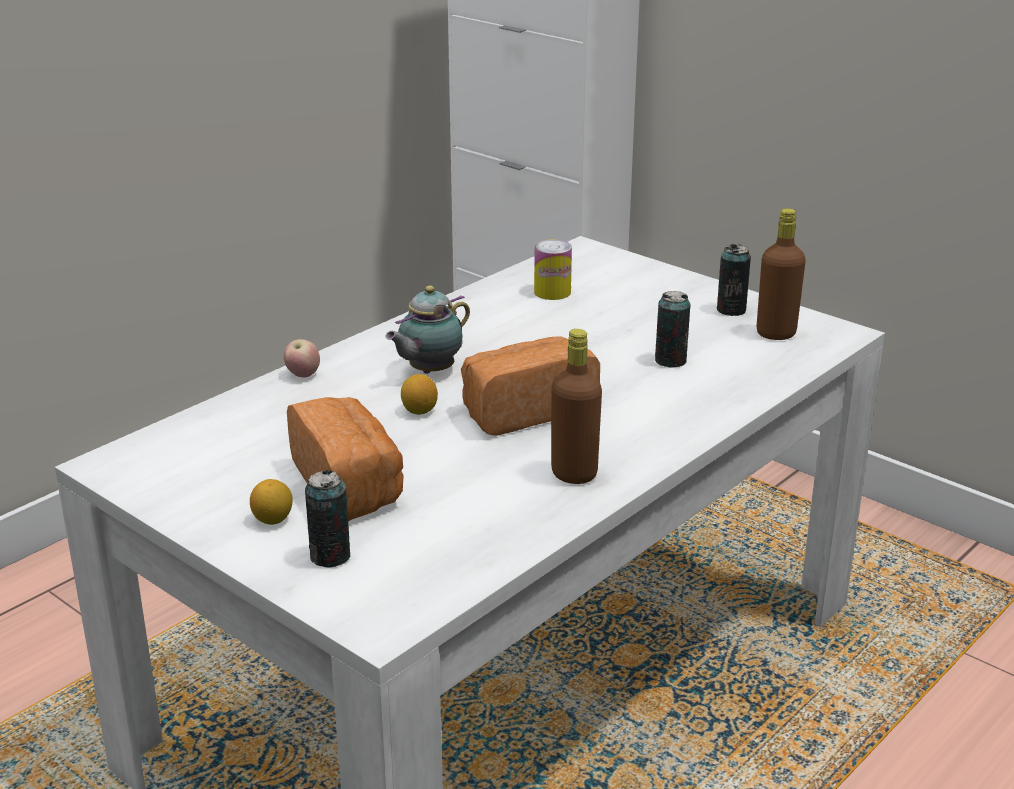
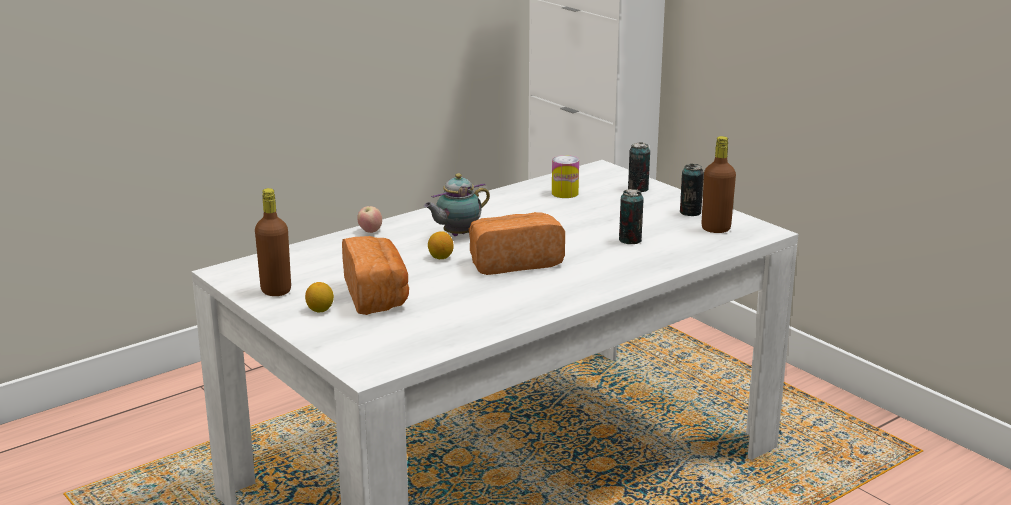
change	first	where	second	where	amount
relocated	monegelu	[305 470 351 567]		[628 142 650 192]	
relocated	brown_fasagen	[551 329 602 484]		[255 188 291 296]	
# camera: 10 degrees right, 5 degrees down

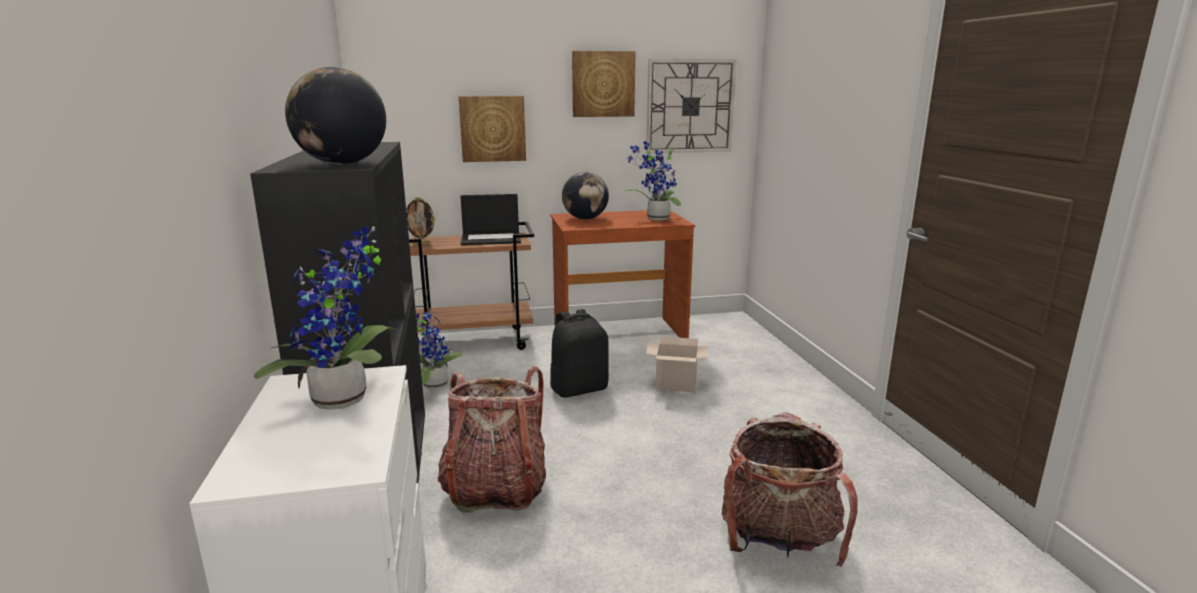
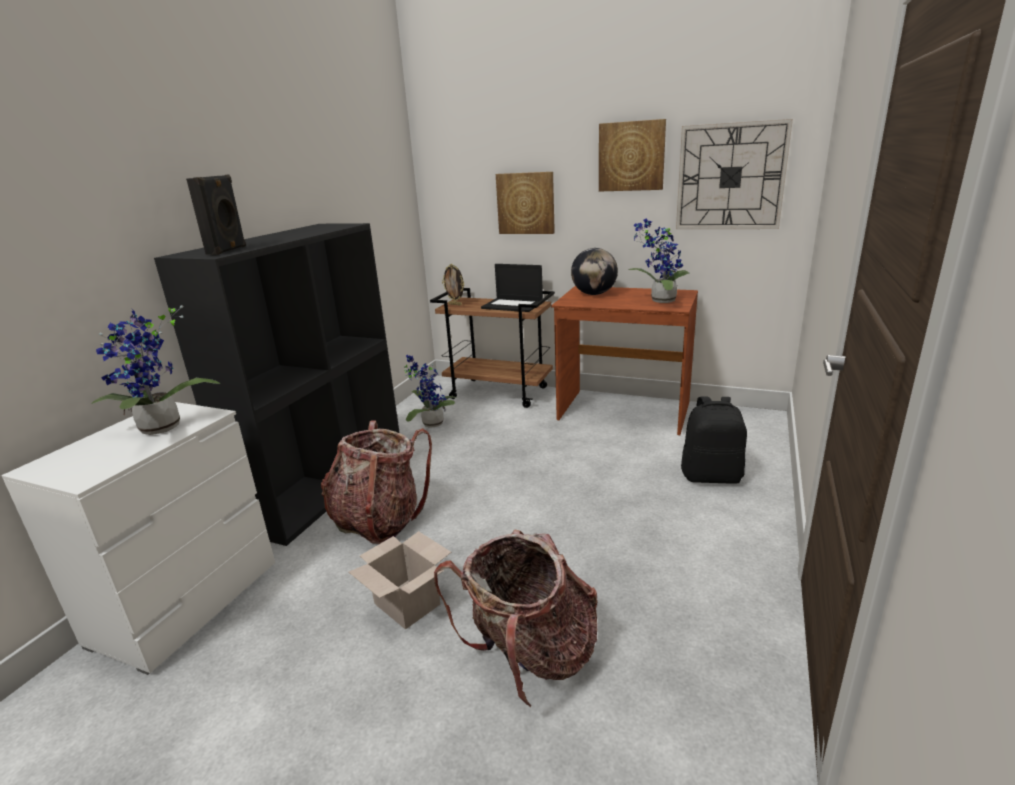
change	first	where	second	where	amount
relocated	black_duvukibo	[550 309 609 398]		[681 396 747 484]	
relocated	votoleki	[646 336 708 393]		[349 531 451 630]	
exchanged	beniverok	[285 67 386 164]	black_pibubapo	[186 175 246 255]	
# camera: 35 degrees right, 5 degrees up

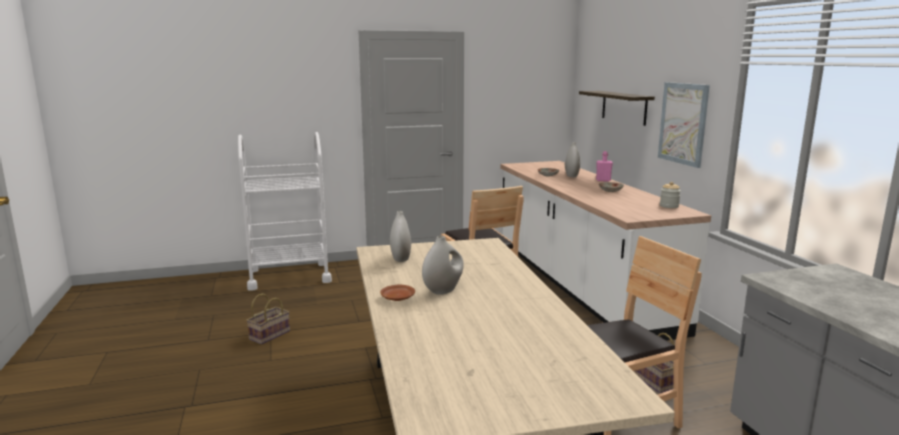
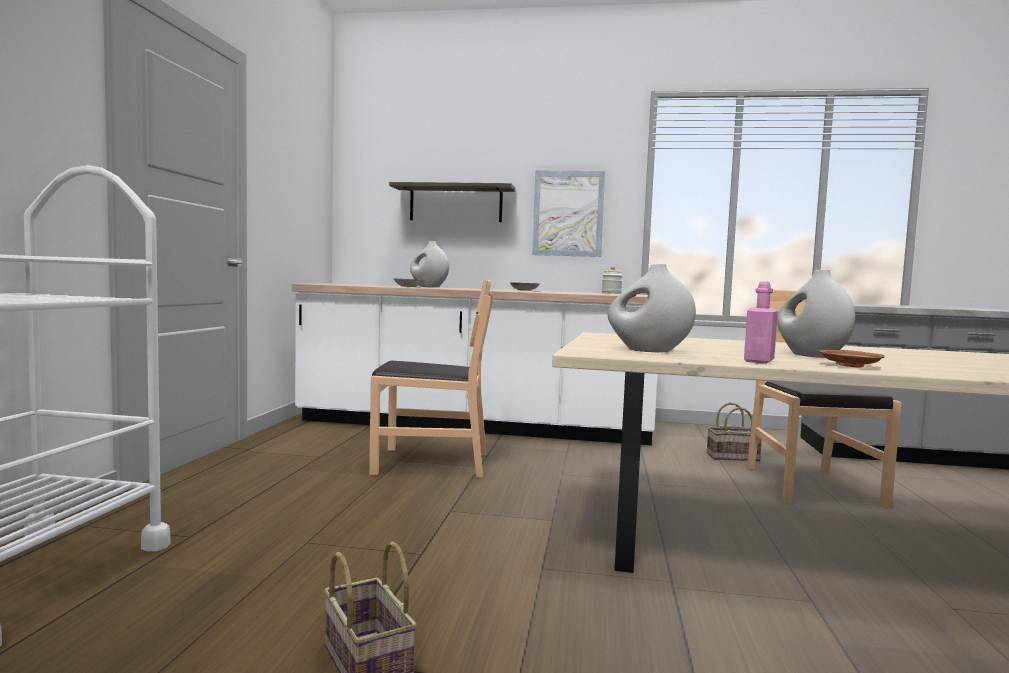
change	first	where	second	where	amount
relocated	pink_fasagen	[596 151 613 181]		[744 281 778 364]	
# camera: 65 degrees left, 10 degrees down

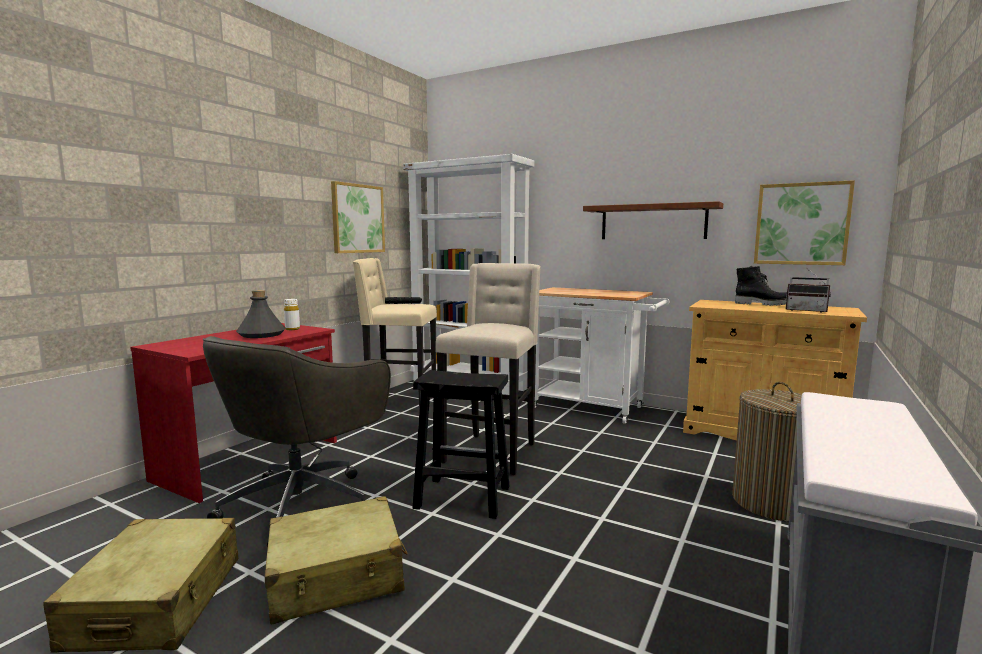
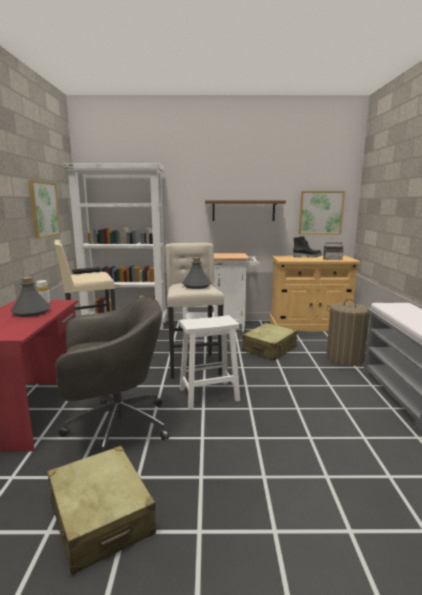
change	first	where	second	where	amount
appeared			grey_fasagen	[182 257 211 289]	
relocated	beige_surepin	[265 496 408 625]		[242 323 297 361]	
colour	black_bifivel	[413 370 509 519]	white_bifivel	[179 315 240 409]	
spun	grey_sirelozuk	[203 336 391 548]		[55 297 169 452]	105 degrees counterclockwise
# camera: 30 degrees left, 5 degrees up

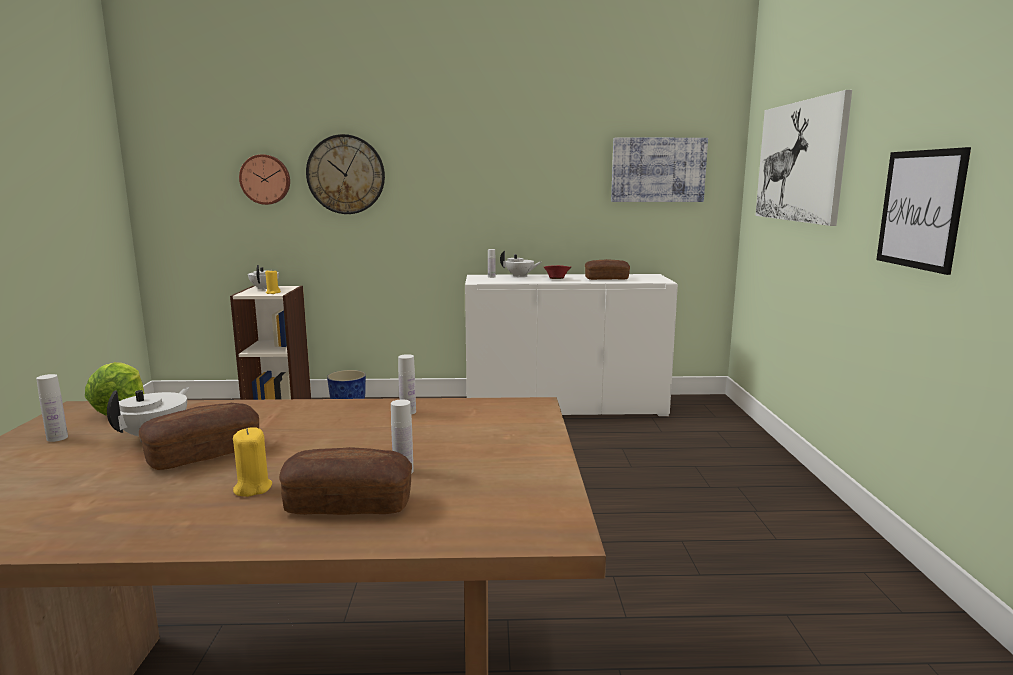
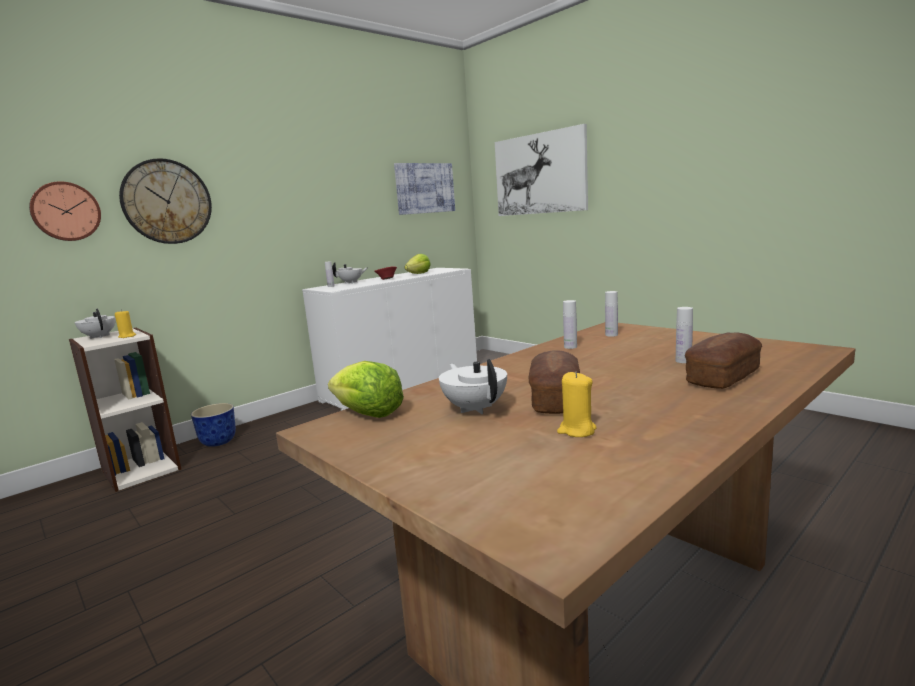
change	first	where	second	where	amount
missing	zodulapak	[876 147 971 275]			
relocated	white_fasagen	[36 374 68 442]		[605 291 618 337]	
relocated	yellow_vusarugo	[233 427 272 497]		[557 372 597 437]	
exchanged	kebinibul	[585 259 630 280]	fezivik	[404 254 431 274]	
# camera: 40 degrees left, 0 degrees up

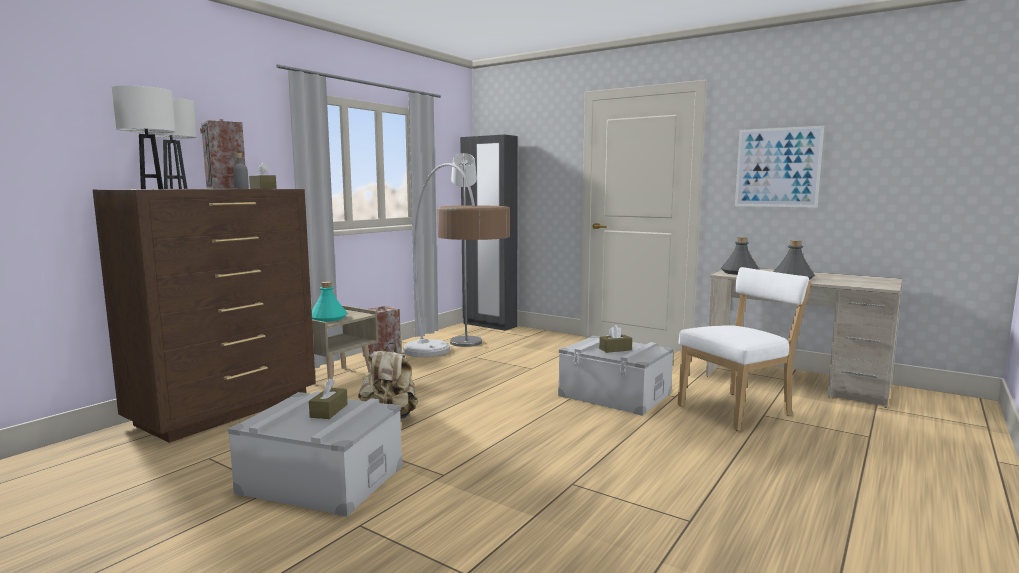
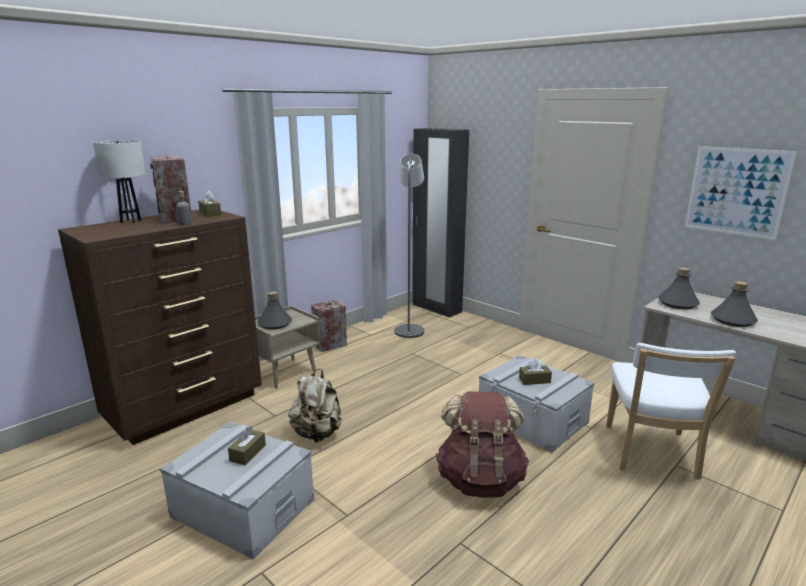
change	first	where	second	where	amount
missing	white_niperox	[111 85 175 189]			
missing	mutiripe	[403 163 510 357]			
appeared			brown_duvukibo	[436 392 529 498]	
colour	turquoise_fasagen	[312 282 348 322]	grey_fasagen	[257 292 292 329]	
spun	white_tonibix	[678 267 811 431]		[606 343 736 480]	120 degrees clockwise
# camera: 10 degrees right, 10 degrees up

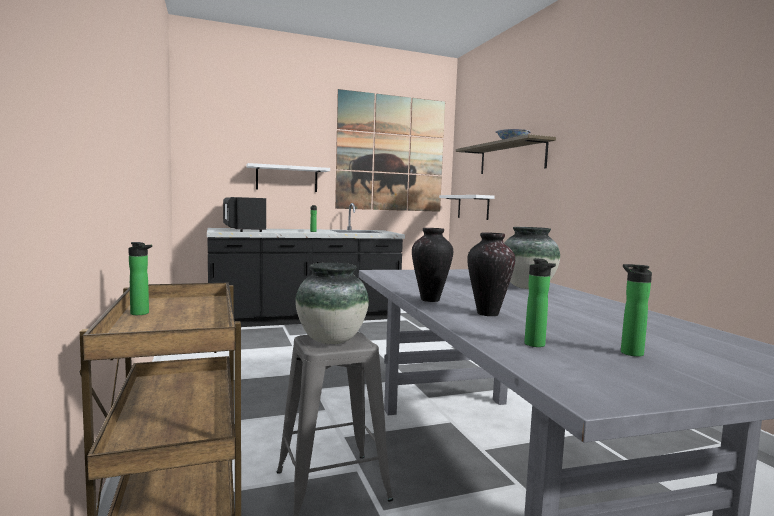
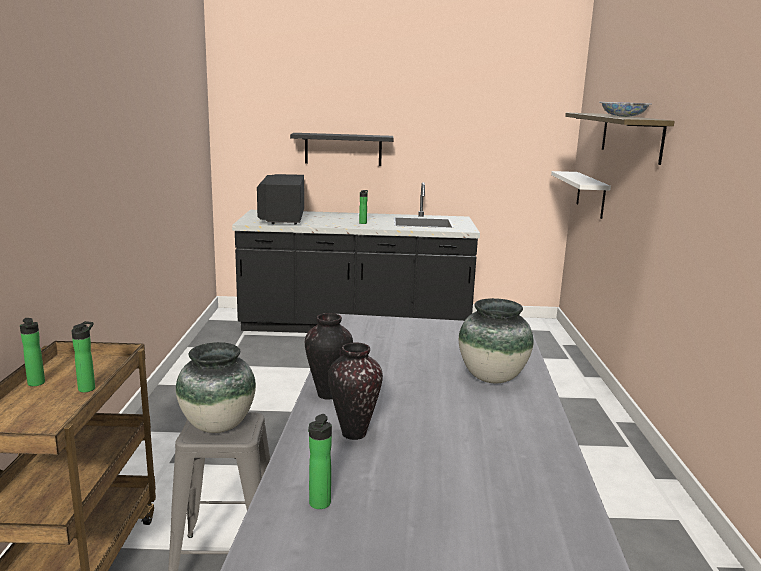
change	first	where	second	where	amount
missing	zodulapak	[335 89 445 212]			
relocated	fasagen	[621 264 652 357]		[72 321 95 392]	
colour	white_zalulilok	[246 163 330 192]	black_zalulilok	[290 133 394 166]	
# camera: 20 degrees right, 10 degrees up

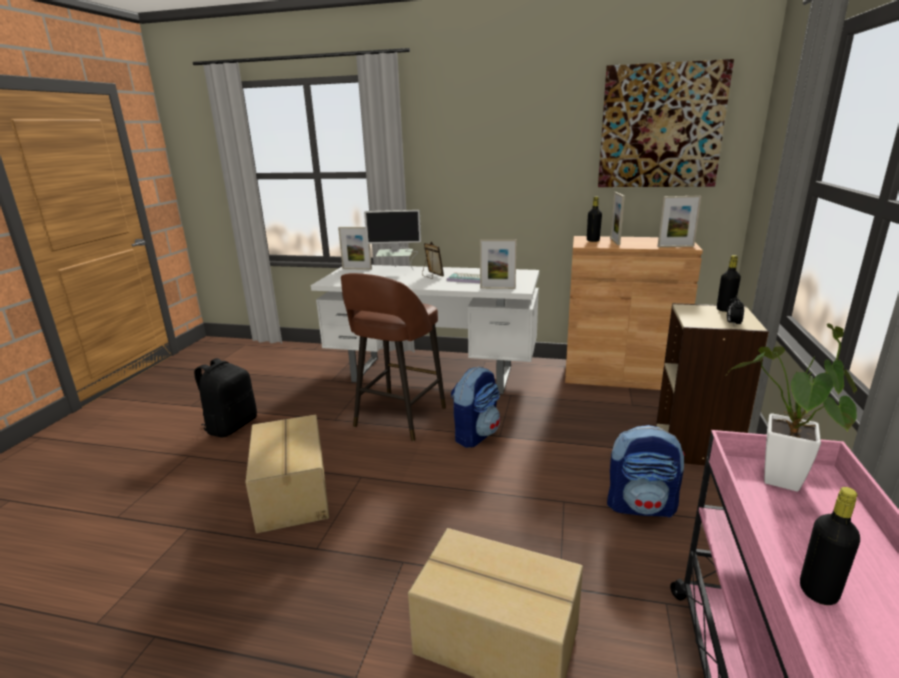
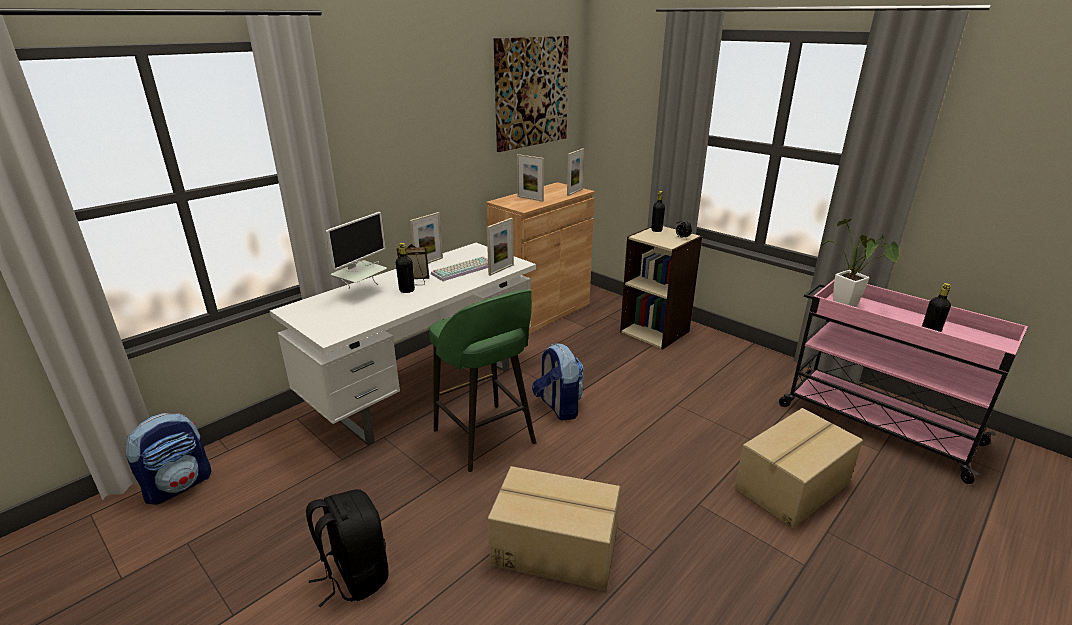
change	first	where	second	where	amount
relocated	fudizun	[338 227 372 270]		[410 212 443 264]	
relocated	black_fasagen	[587 196 602 242]		[396 243 415 293]	
relocated	duvukibo	[607 425 685 518]		[125 413 211 505]	
colour	brown_bifivel	[341 273 446 441]	green_bifivel	[429 289 536 472]	
# camera: 60 degrees left, 5 degrees up

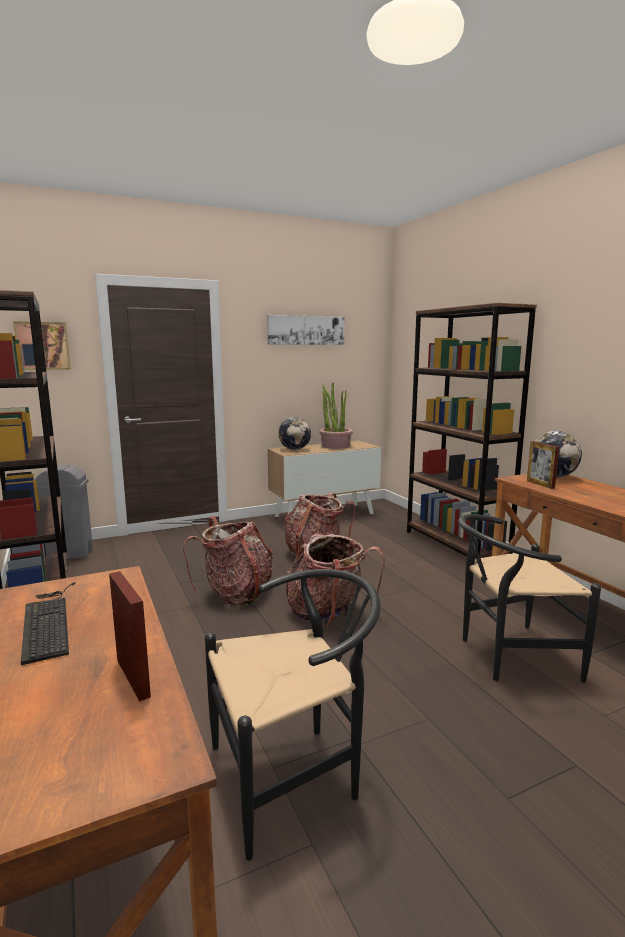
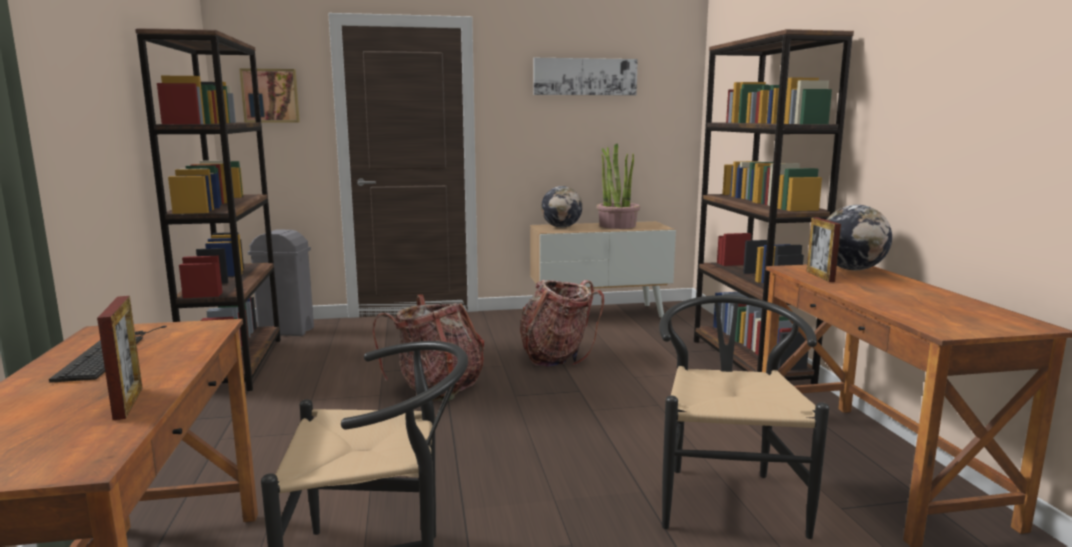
change	first	where	second	where	amount
missing	duvukibo	[285 534 385 628]			
spun	black_tonibix	[458 514 601 683]		[659 295 829 539]	90 degrees clockwise
# camera: 15 degrees right, 0 degrees up

